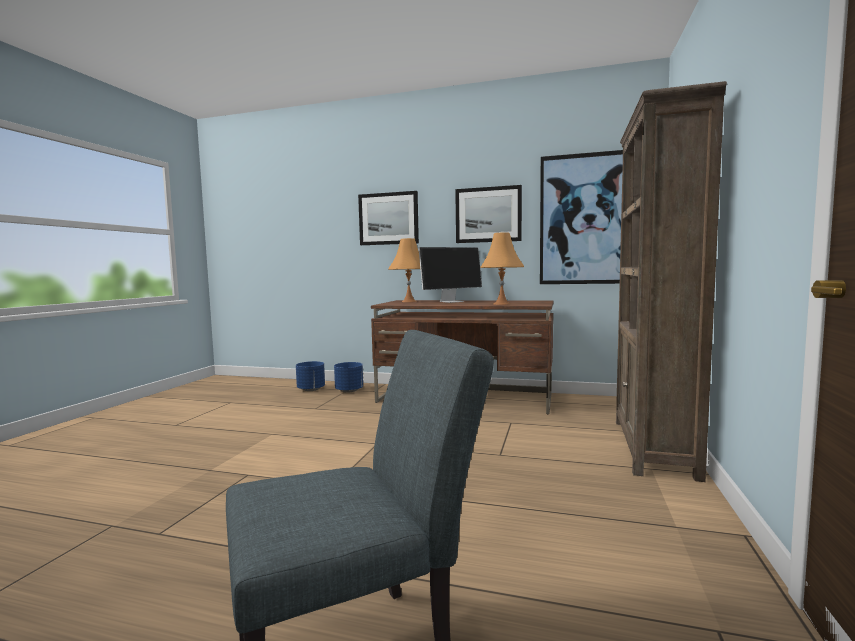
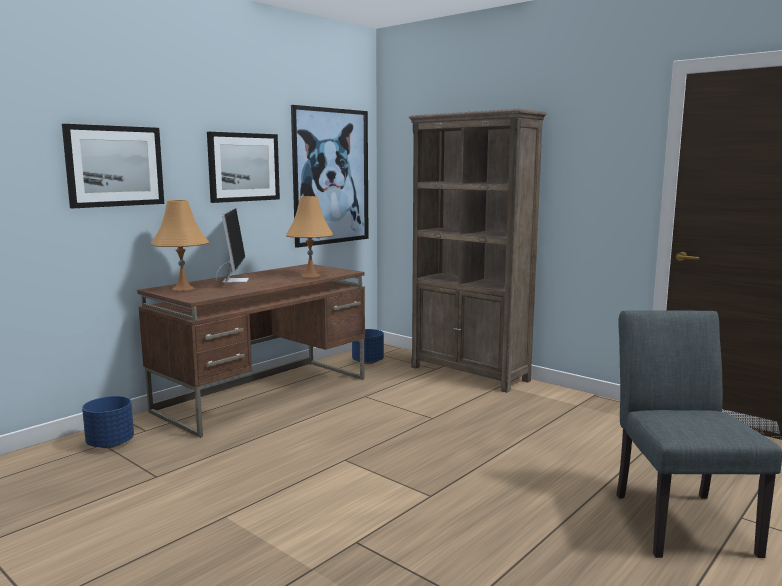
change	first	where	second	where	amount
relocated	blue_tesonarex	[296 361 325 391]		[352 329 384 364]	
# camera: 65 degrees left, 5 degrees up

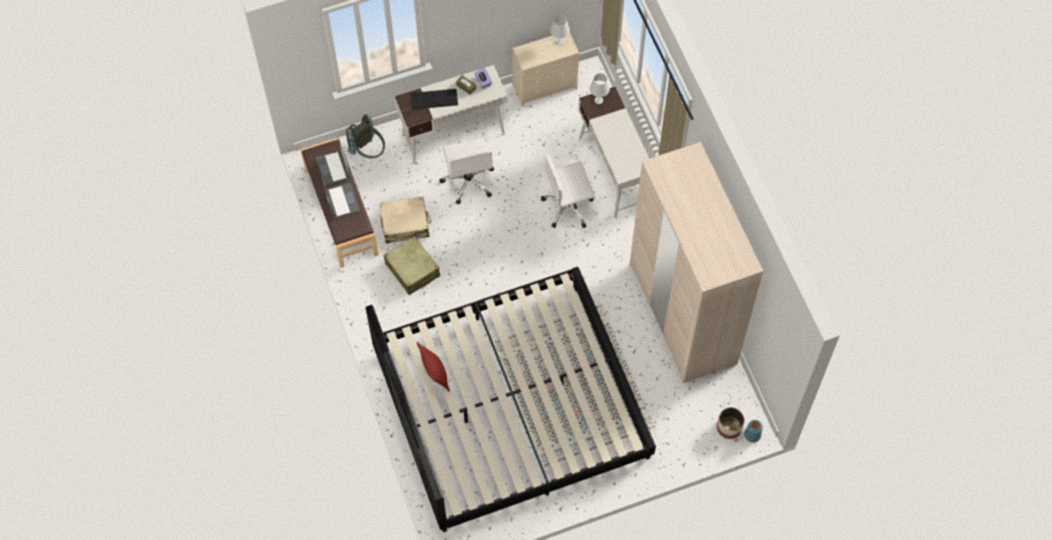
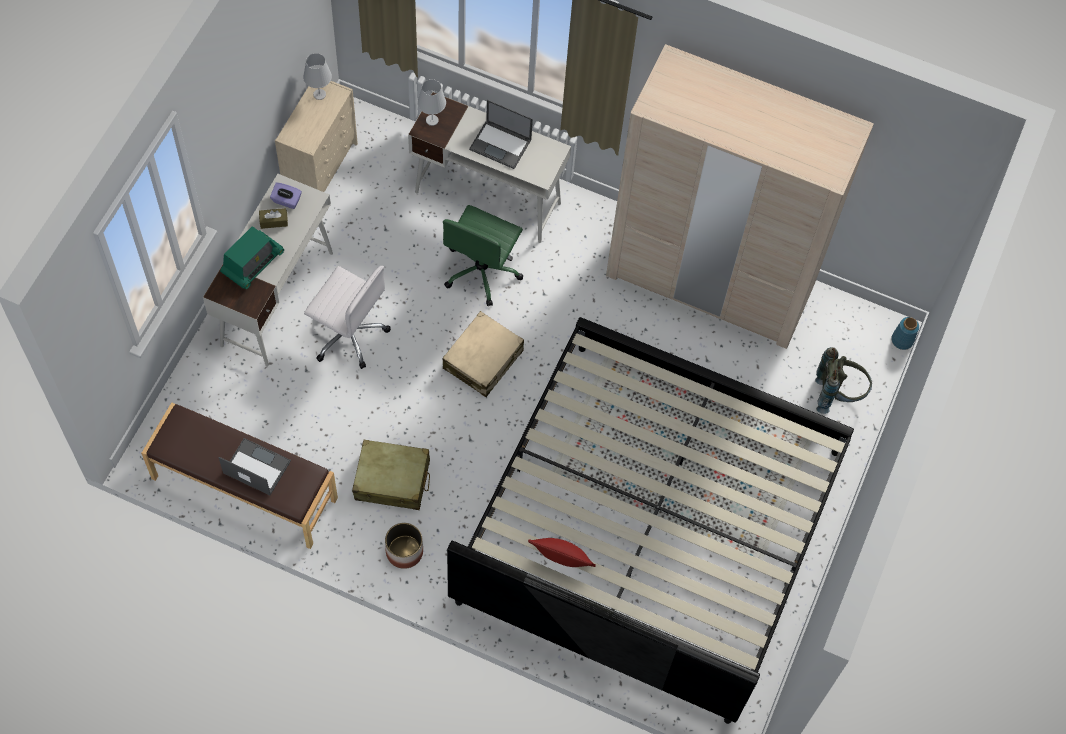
change	first	where	second	where	amount
relocated	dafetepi	[315 138 351 186]		[469 100 533 169]	
relocated	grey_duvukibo	[346 114 385 158]		[815 347 872 414]	
relocated	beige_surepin	[380 197 431 243]		[443 311 524 397]	
relocated	tesonarex	[717 407 745 439]		[385 523 423 569]	
exchanged	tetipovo	[410 89 458 110]	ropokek	[220 226 284 289]	
colour	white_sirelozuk	[541 154 595 228]	green_sirelozuk	[443 205 523 306]	
# camera: 50 degrees left, 0 degrees up

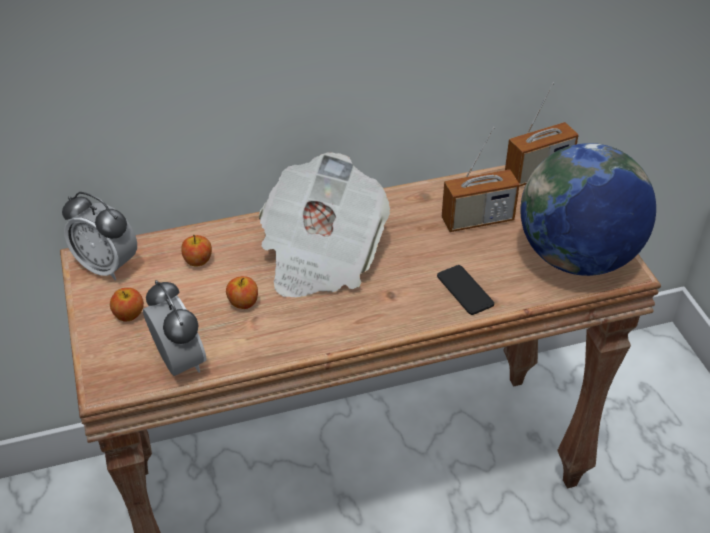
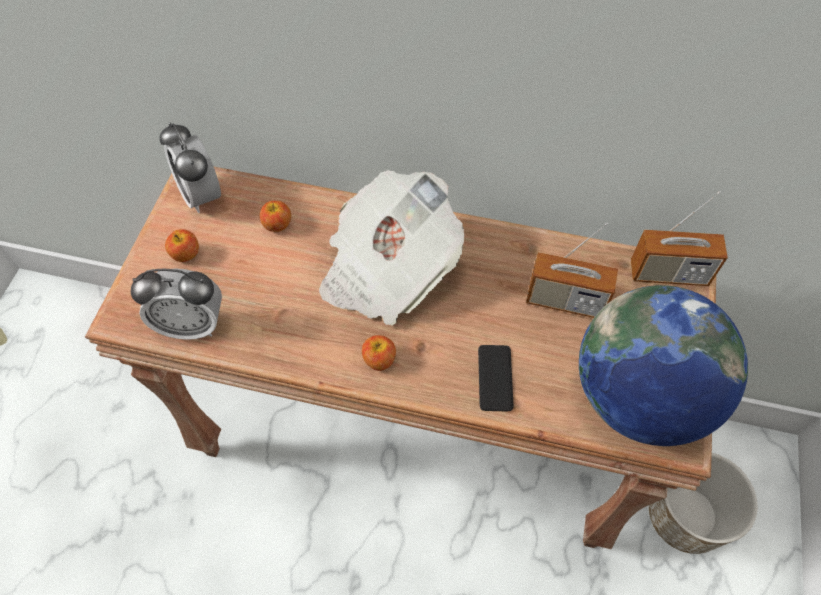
change	first	where	second	where	amount
appeared			tesonarex	[649 453 757 554]	
relocated	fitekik	[226 276 258 309]		[362 335 396 371]	
spun	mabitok	[143 280 207 376]		[131 269 222 340]	90 degrees clockwise
# camera: 30 degrees right, 15 degrees up

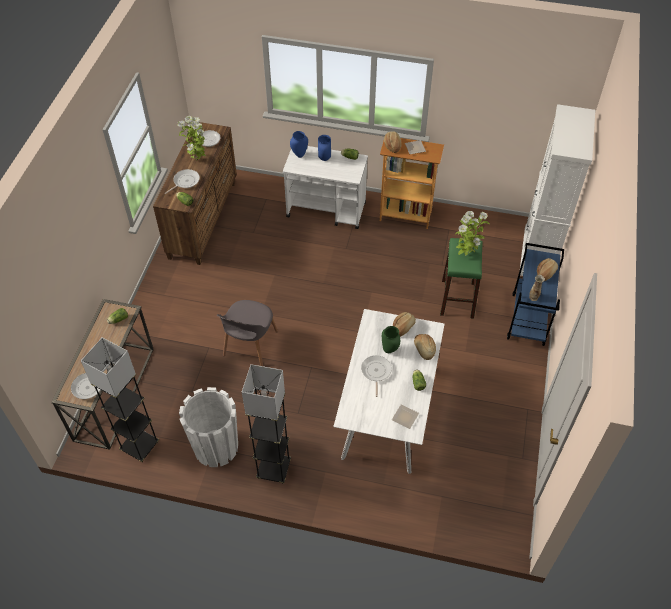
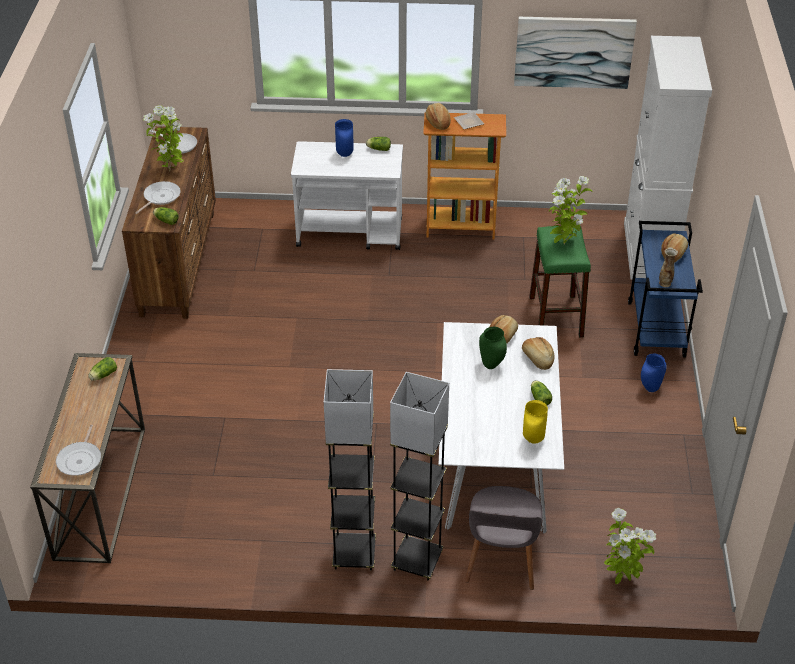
change	first	where	second	where	amount
missing	white_tesonarex	[179 387 238 467]			
missing	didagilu	[361 355 392 397]			
appeared			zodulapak	[514 17 637 89]	
appeared			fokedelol	[604 508 656 584]	
relocated	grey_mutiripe	[81 337 159 462]		[390 372 449 581]	
relocated	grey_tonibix	[217 300 278 366]		[465 486 543 590]	
relocated	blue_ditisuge	[290 131 308 158]		[641 354 667 392]	
exchanged	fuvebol	[392 404 419 429]	yellow_ditisuge	[523 400 548 444]	
# camera: 10 degrees left, 10 degrees down

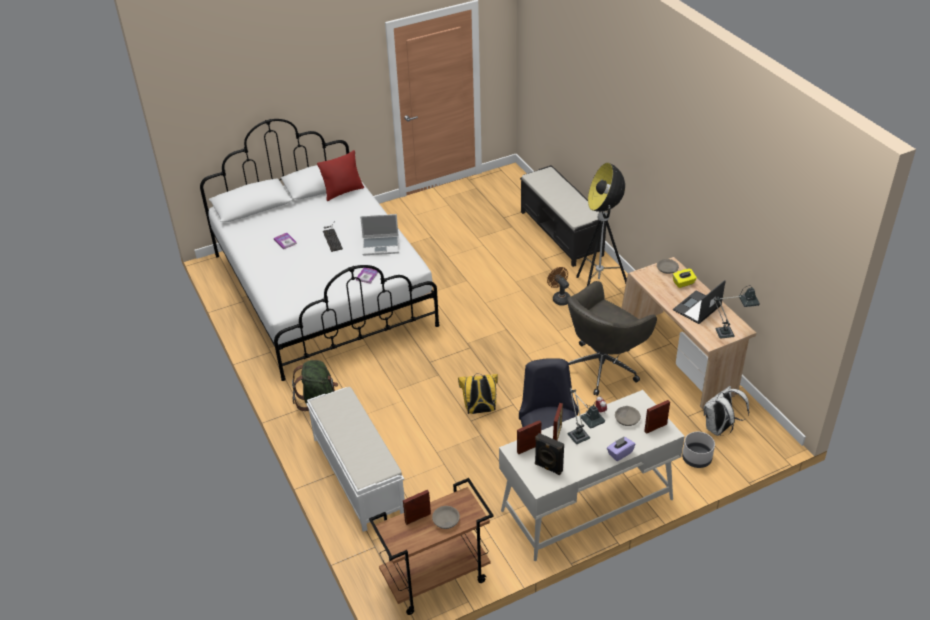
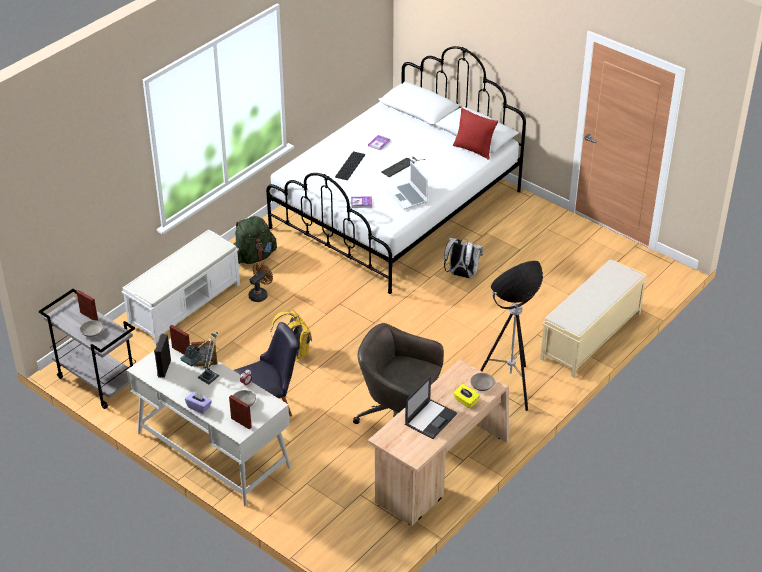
change	first	where	second	where	amount
missing	grey_tesonarex	[682 432 715 468]			
missing	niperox	[713 286 760 339]			
appeared			tetipovo	[335 151 365 180]	
relocated	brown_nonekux	[547 267 571 306]		[248 263 273 302]	
relocated	white_duvukibo	[704 386 749 436]		[444 238 483 278]	
colour	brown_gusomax	[369 478 494 615]	grey_gusomax	[39 289 136 409]	
colour	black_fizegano	[520 165 606 267]	beige_fizegano	[540 259 647 378]	
spun	dafetepi	[673 280 726 324]		[405 376 457 439]	105 degrees clockwise
# camera: 65 degrees right, 0 degrees up

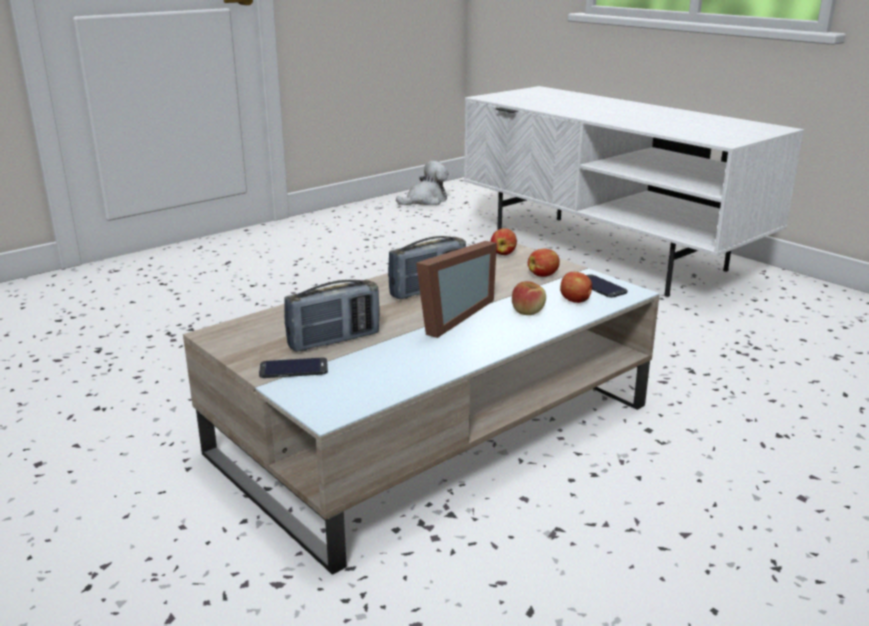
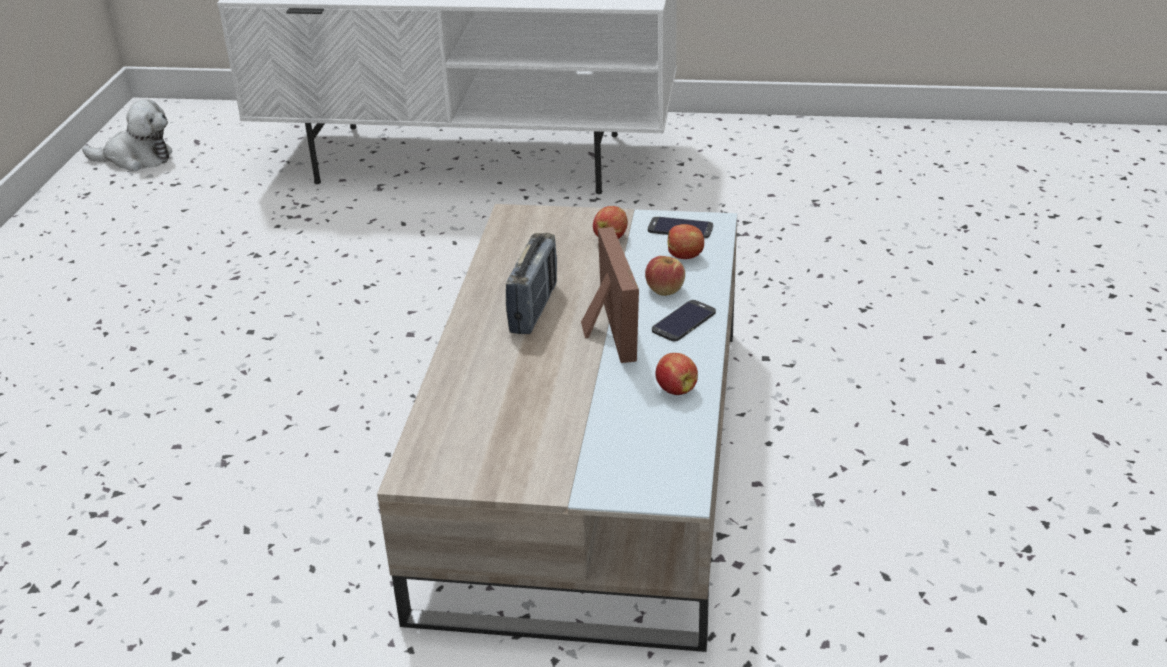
change	first	where	second	where	amount
missing	ropokek	[284 280 380 352]			
relocated	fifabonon	[259 358 328 378]		[652 300 716 341]	
relocated	fitekik	[490 228 517 255]		[655 353 698 395]	
spun	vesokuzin	[396 161 449 205]		[82 99 172 172]	75 degrees clockwise
# camera: 40 degrees left, 10 degrees up

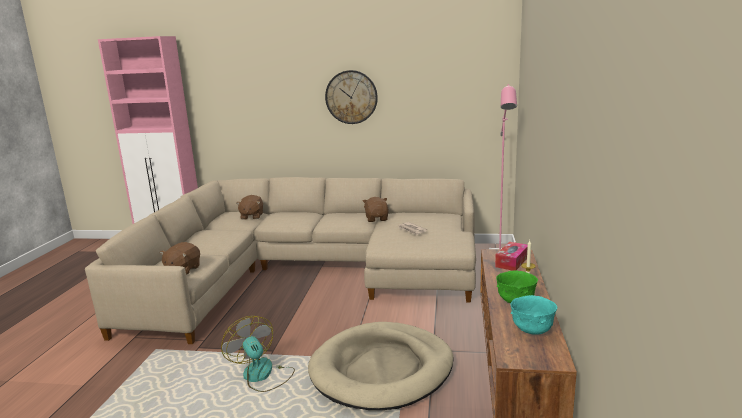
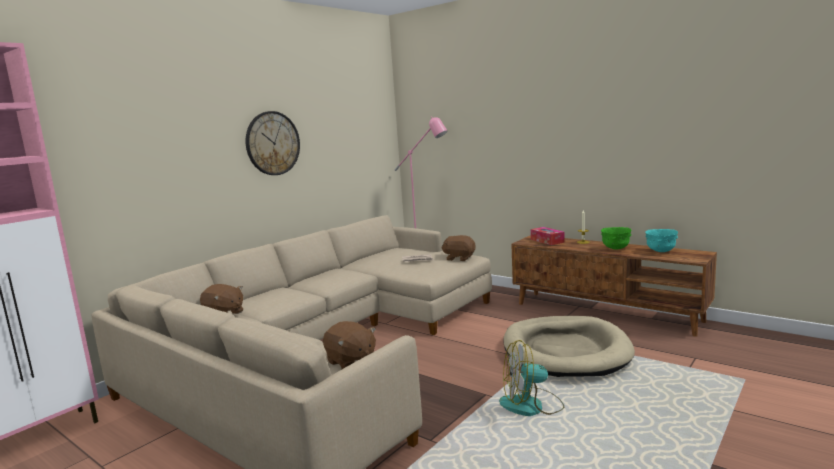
change	first	where	second	where	amount
relocated	brown_vesokuzin	[363 197 389 222]		[441 235 476 261]	
# camera: 60 degrees left, 5 degrees down

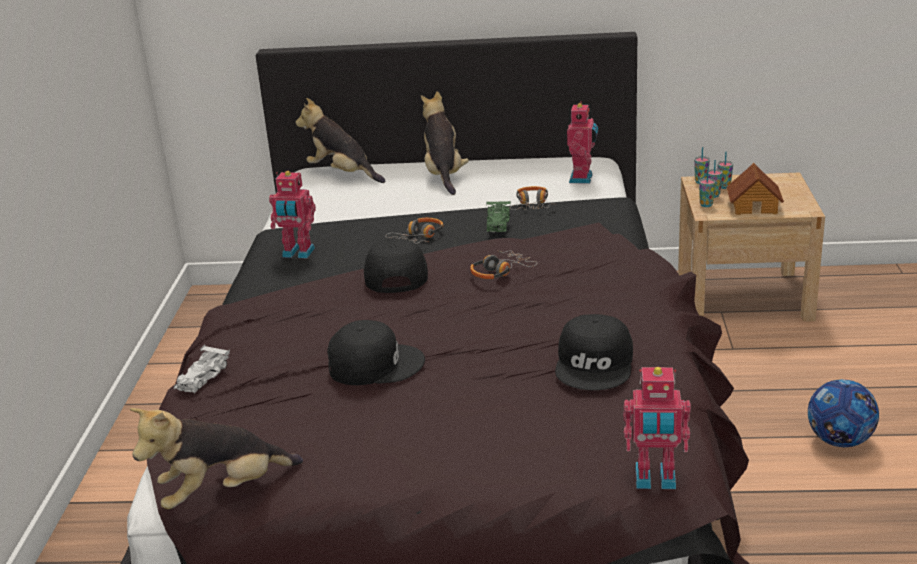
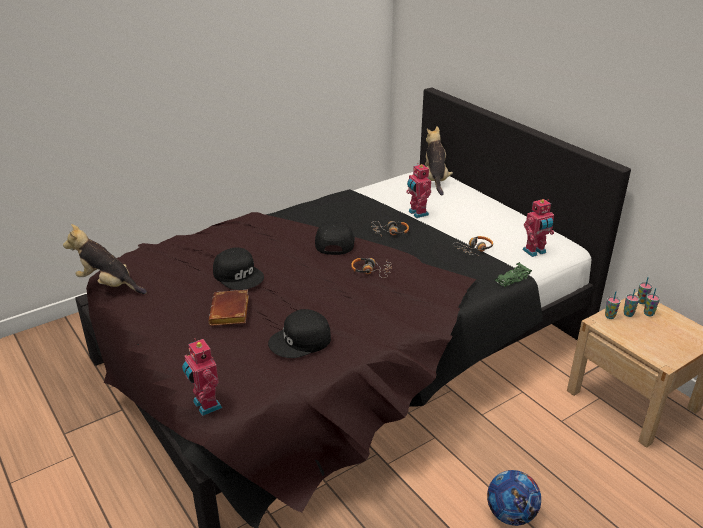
change	first	where	second	where	amount
missing	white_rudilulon	[174 345 230 394]			
missing	vesokuzin	[421 91 469 195]			
missing	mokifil	[726 163 784 215]			
appeared			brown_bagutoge	[208 290 249 326]	
relocated	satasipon	[269 171 316 258]		[406 163 431 218]	
relocated	green_rudilulon	[487 201 511 232]		[495 262 532 287]	
spun	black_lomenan	[364 239 428 293]		[315 221 355 255]	45 degrees counterclockwise
# camera: 50 degrees right, 5 degrees up

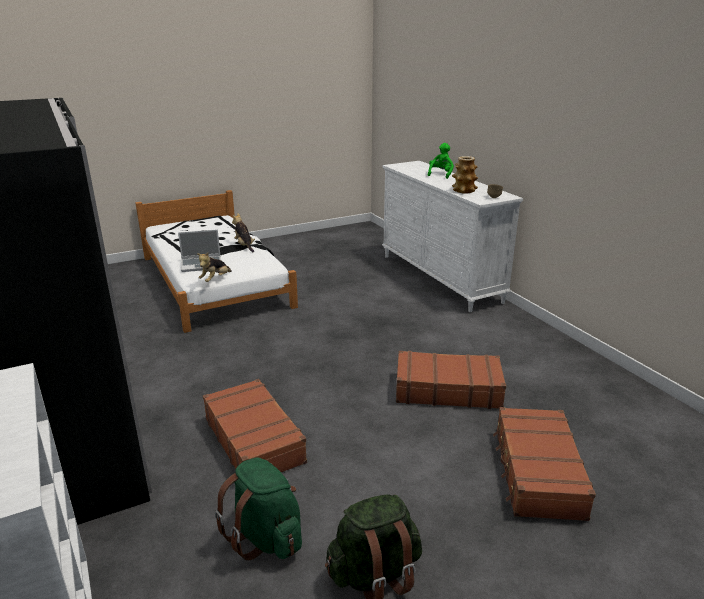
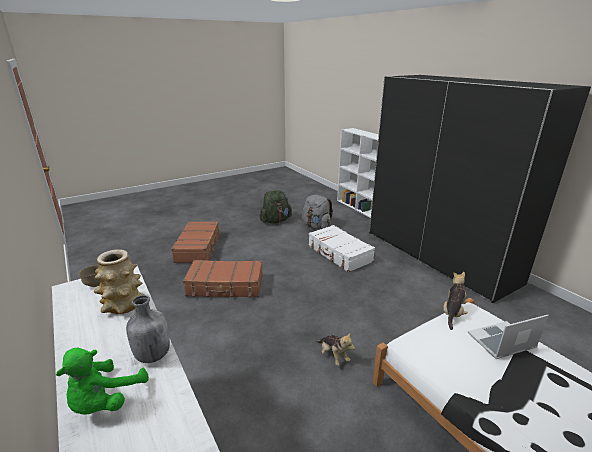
change	first	where	second	where	amount
appeared			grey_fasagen	[126 295 170 363]	
relocated	vesokuzin	[232 213 255 253]		[316 333 355 366]	
colour	brown_surepin	[203 379 307 472]	white_surepin	[309 225 375 272]	
colour	green_duvukibo	[215 457 302 561]	grey_duvukibo	[302 195 333 229]	
# camera: 175 degrees right, 0 degrees up

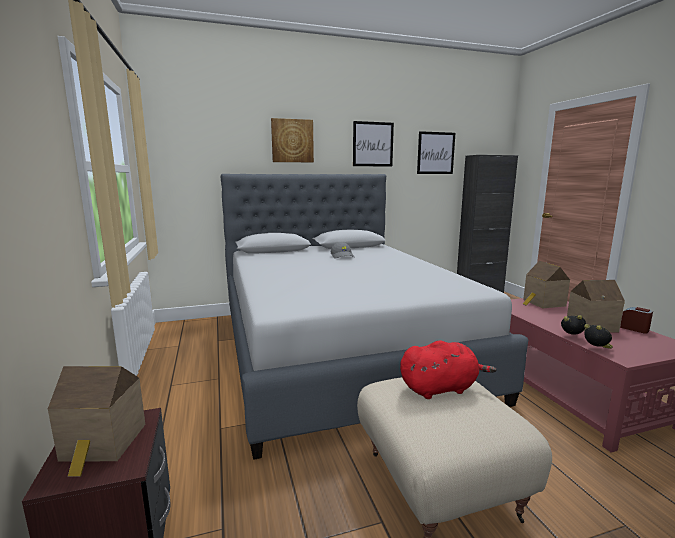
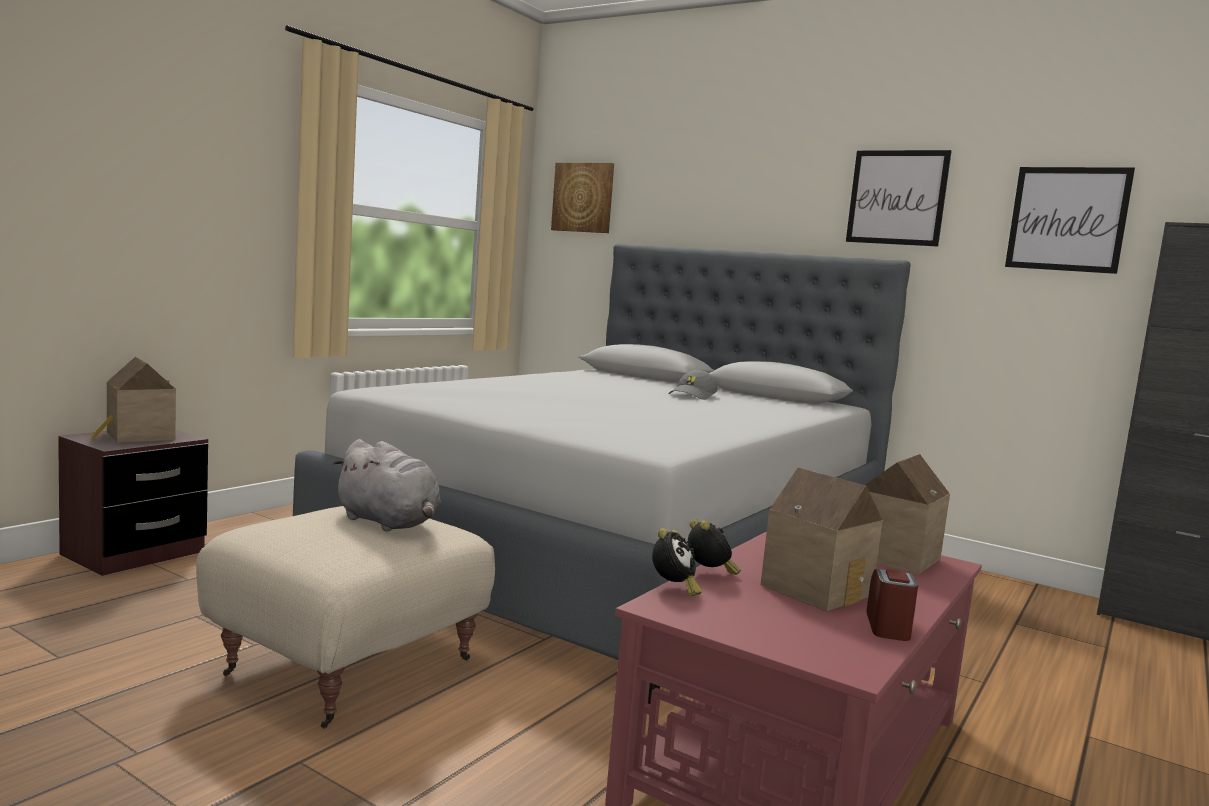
change	first	where	second	where	amount
relocated	zodulapak	[271 118 314 162]		[551 163 614 233]	
colour	red_vesokuzin	[400 341 497 399]	grey_vesokuzin	[332 439 441 532]	
# camera: 50 degrees right, 5 degrees down

